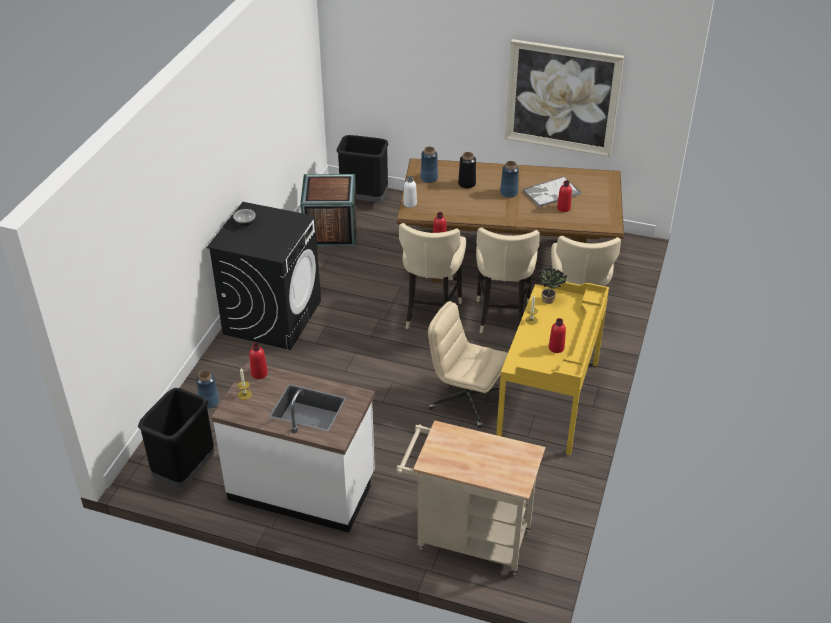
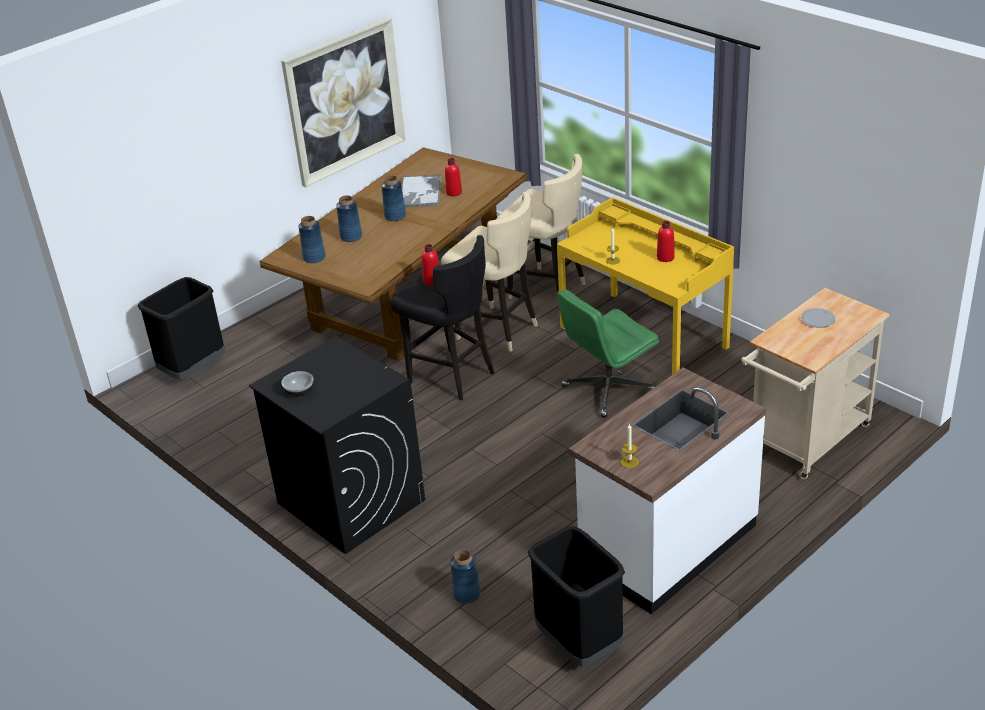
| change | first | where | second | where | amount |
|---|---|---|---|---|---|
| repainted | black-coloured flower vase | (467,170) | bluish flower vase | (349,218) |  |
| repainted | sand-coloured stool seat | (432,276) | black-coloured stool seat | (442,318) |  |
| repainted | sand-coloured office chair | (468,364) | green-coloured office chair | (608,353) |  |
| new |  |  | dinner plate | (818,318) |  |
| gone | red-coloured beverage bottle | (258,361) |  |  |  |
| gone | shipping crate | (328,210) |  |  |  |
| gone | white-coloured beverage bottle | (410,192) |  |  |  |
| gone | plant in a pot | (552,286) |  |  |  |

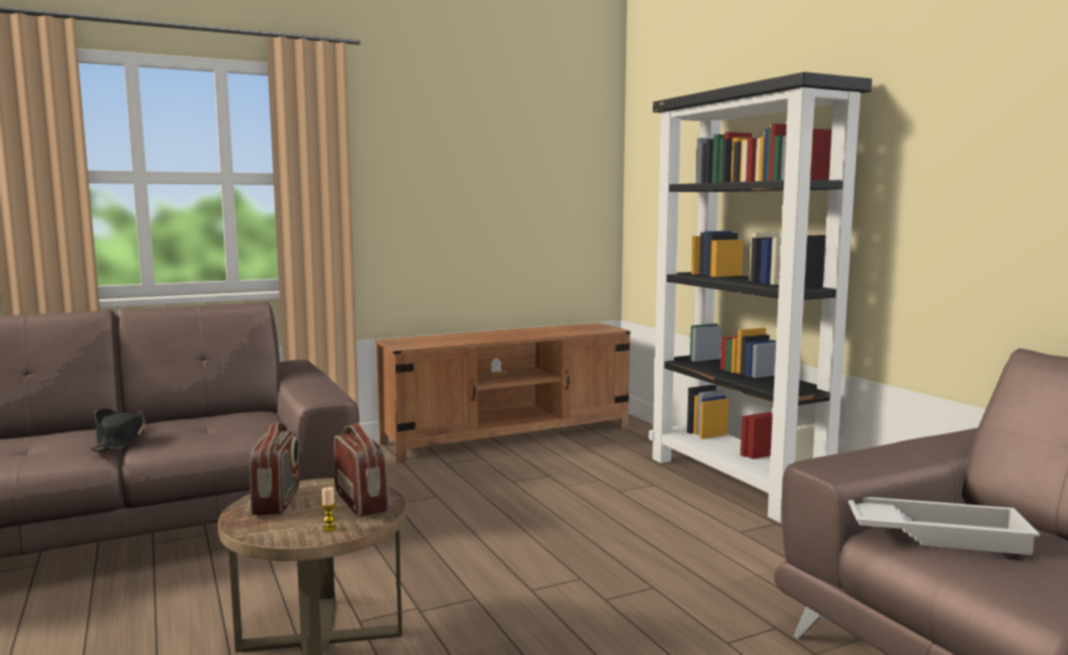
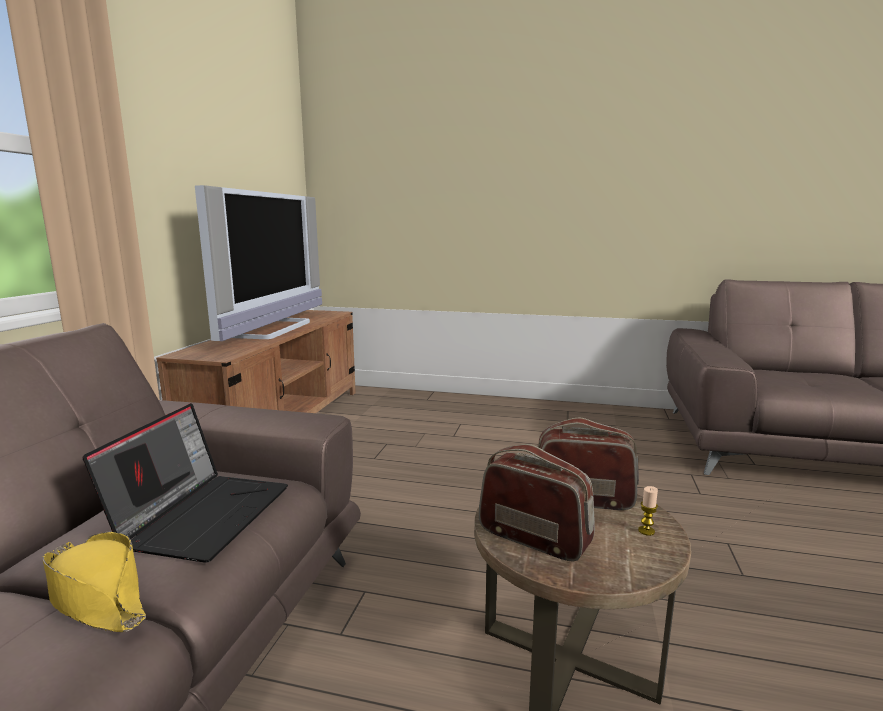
| change | first | where | second | where | amount |
|---|---|---|---|---|---|
| repainted | black-coloured clothing hat | (118,430) | yellow clothing hat | (94,582) |  |
| new |  |  | portable computer | (185,483) |  |
| new |  |  | television | (258,263) |  |
| gone | black-coloured bookcase | (760,297) |  |  |  |
| gone | white-coloured serving tray | (944,526) |  |  |  |

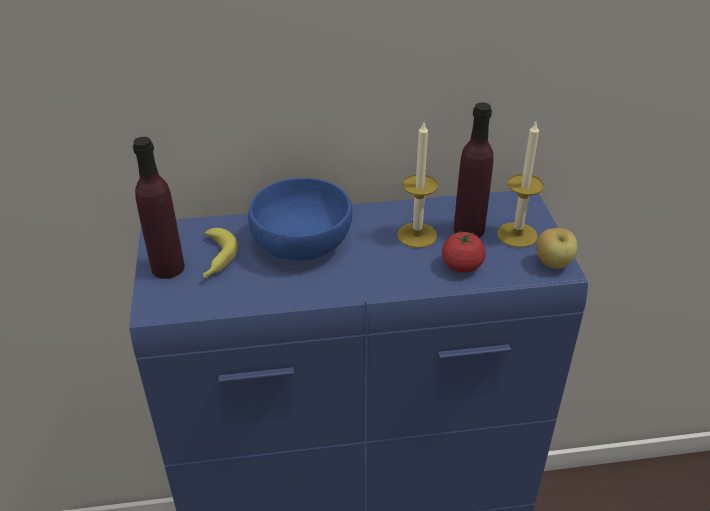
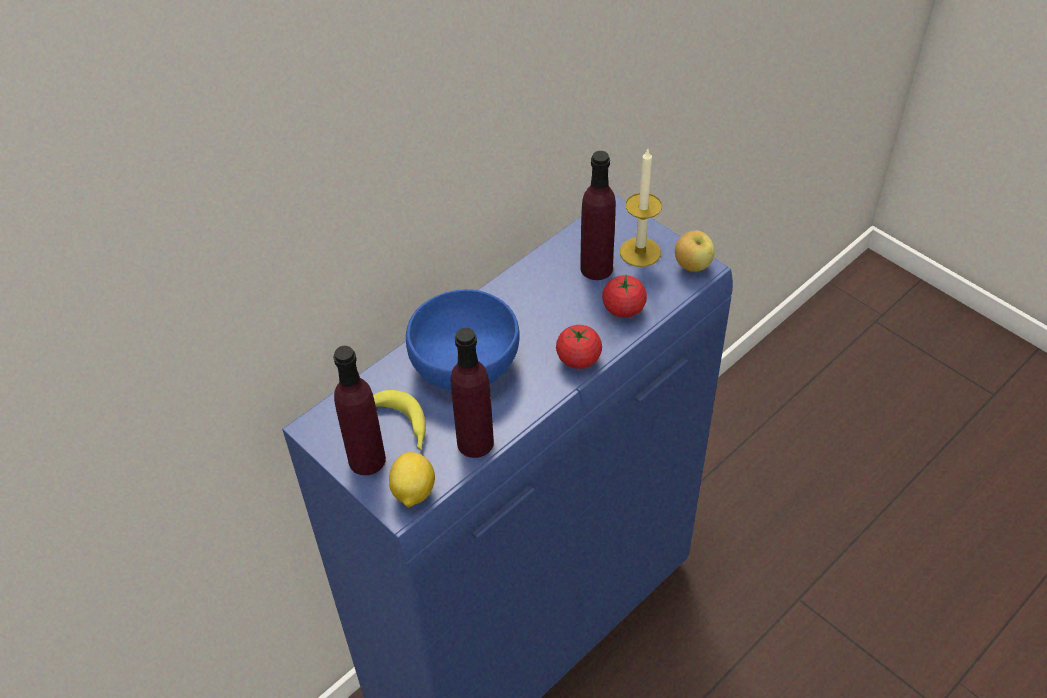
| change | first | where | second | where | amount |
|---|---|---|---|---|---|
| new |  |  | lemon | (412,479) |  |
| new |  |  | purple beverage bottle | (472,393) |  |
| new |  |  | fresh tomato | (579,347) |  |
| gone | candle | (417,185) |  |  |  |

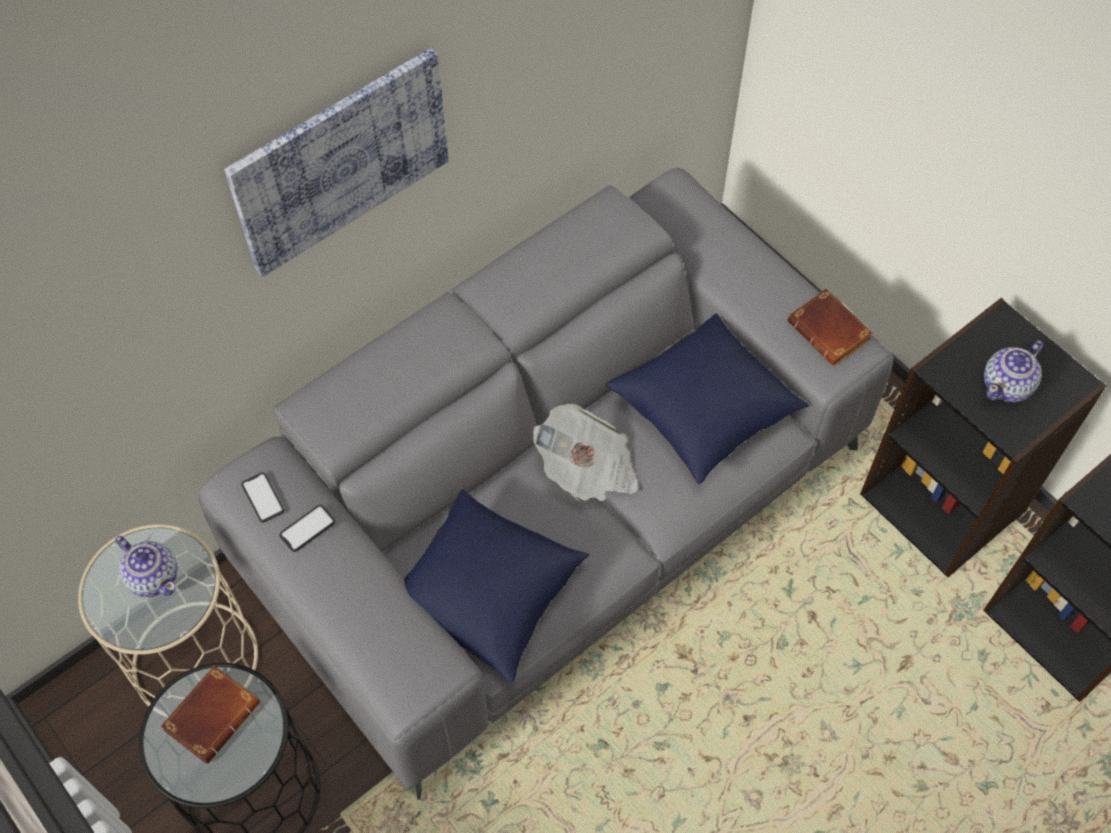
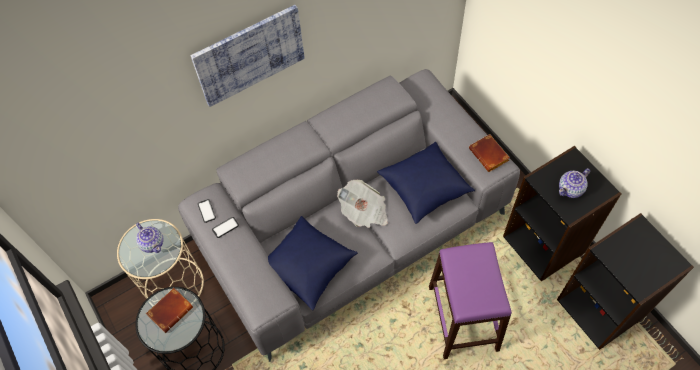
| change | first | where | second | where | amount |
|---|---|---|---|---|---|
| new |  |  | purple stool seat | (470,300) |  |

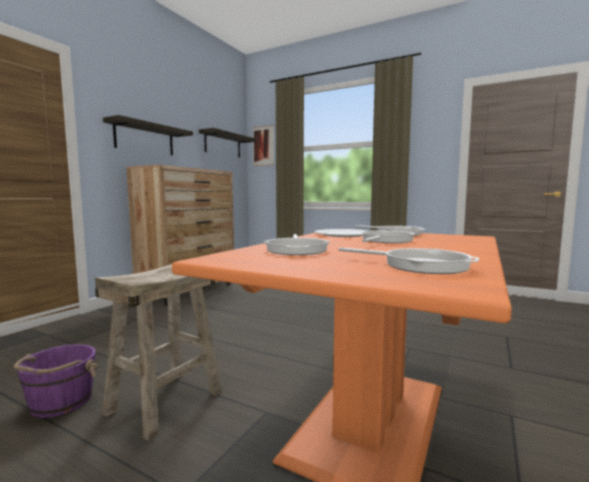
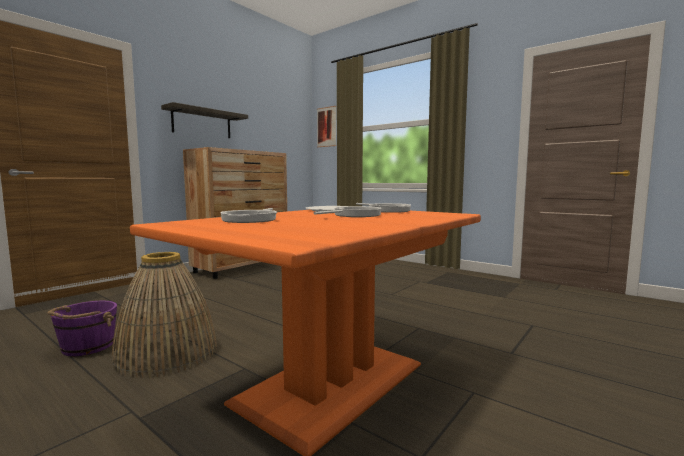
| change | first | where | second | where | amount |
|---|---|---|---|---|---|
| swapped | sand-coloured stool seat | (158,352) | household basket | (164,315) |  |
| gone | wall shelf | (228,143) |  |  |  |
| gone | skillet | (408,260) |  |  |  |

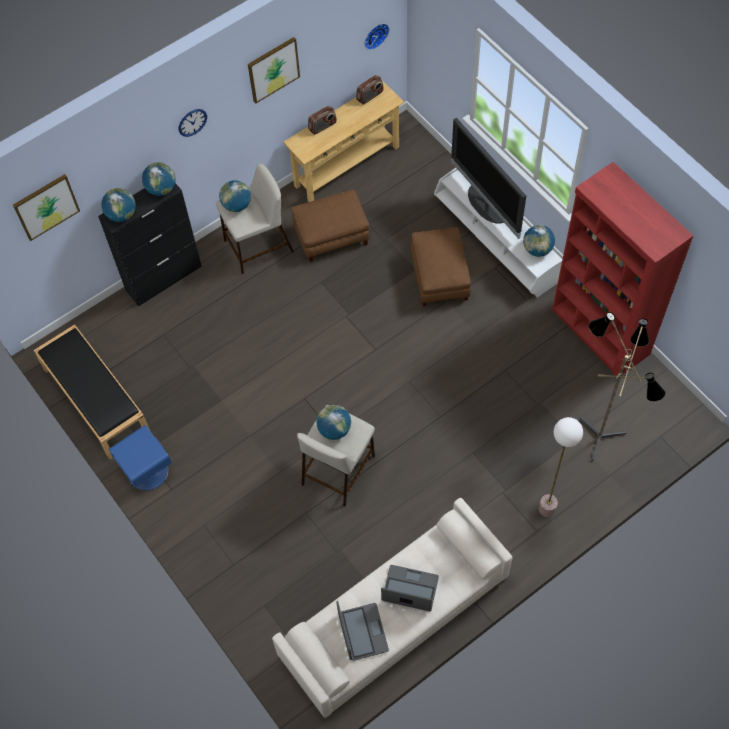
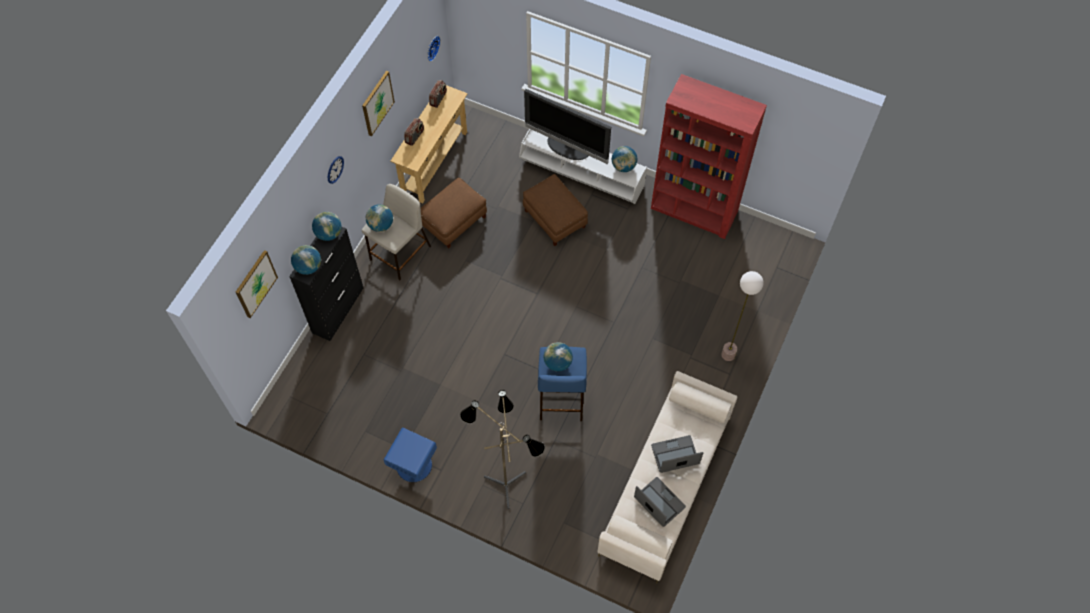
| change | first | where | second | where | amount |
|---|---|---|---|---|---|
| shifted | standing lamp | (623,386) |  | (502,449) |  |
| repainted | sand-coloured stool seat | (336,456) | bluish stool seat | (562,384) |  |
| gone | black-coloured long seat | (92,392) |  |  |  |

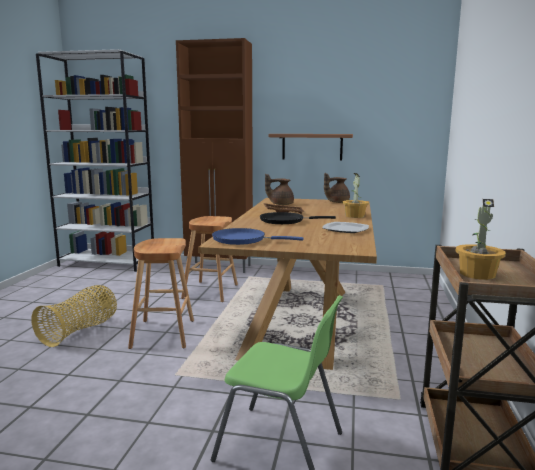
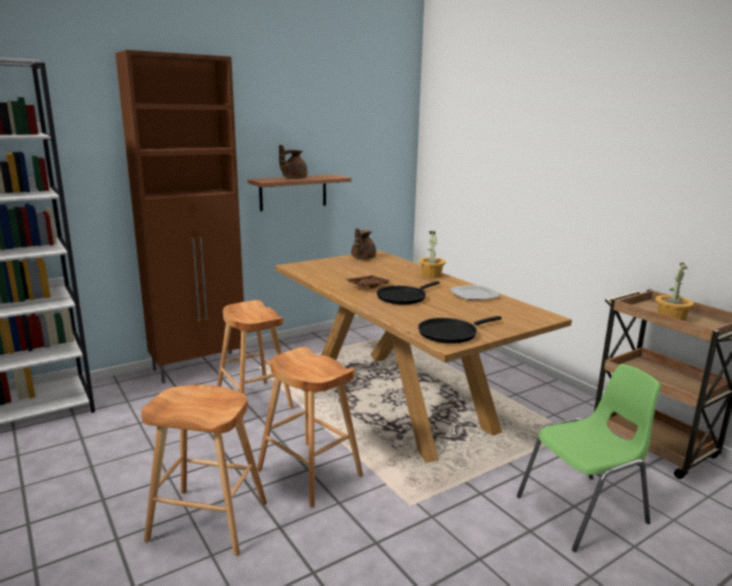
| change | first | where | second | where | amount |
|---|---|---|---|---|---|
| swapped | household basket | (74,316) | brownish stool seat | (204,470) |  |
| shifted | brownish pot for tea | (279,189) |  | (293,161) |  |
| repainted | bluish skillet | (258,236) | black-coloured skillet | (460,330) |  |

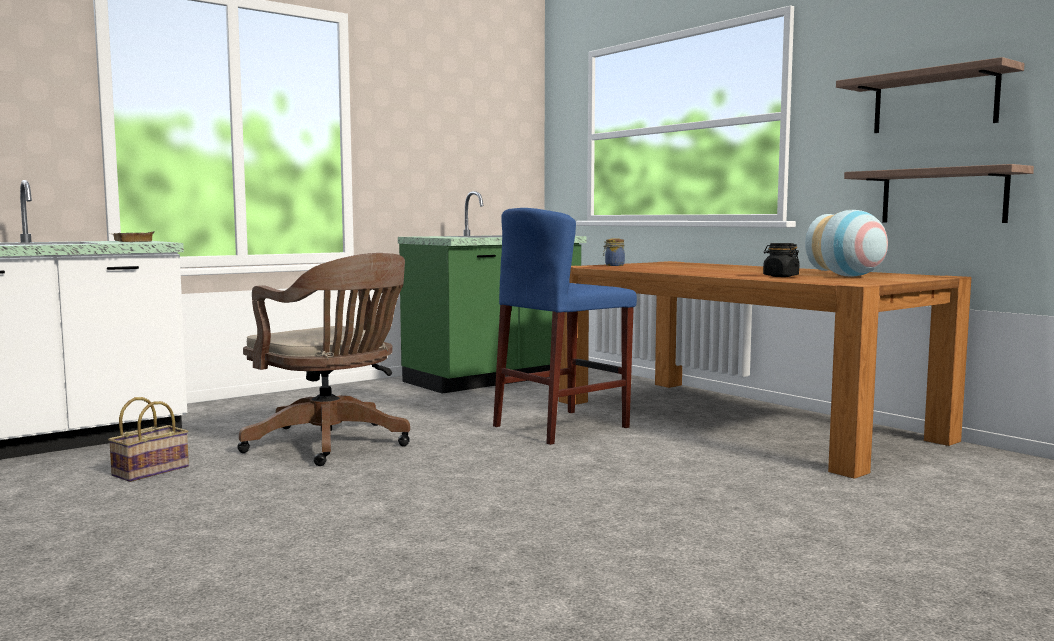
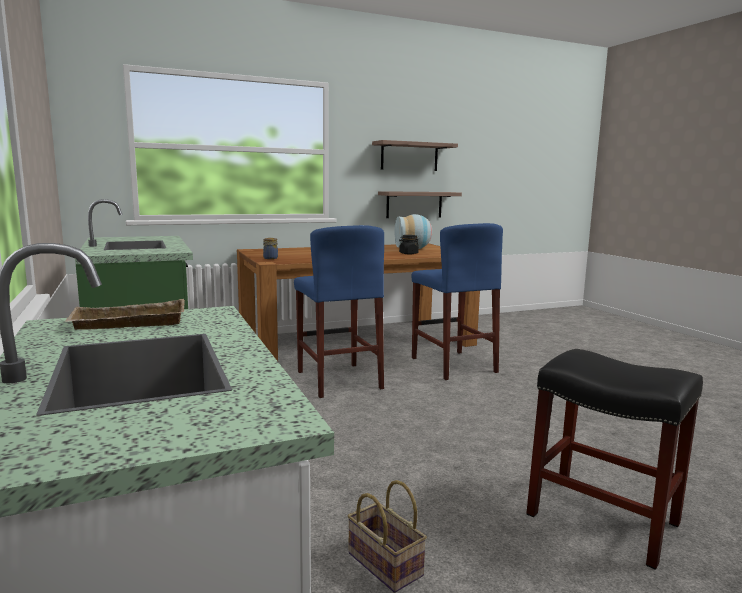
| change | first | where | second | where | amount |
|---|---|---|---|---|---|
| new |  |  | bluish stool seat | (457,301) |  |
| new |  |  | black-coloured stool seat | (614,459) |  |
| gone | brownish office chair | (323,359) |  |  |  |

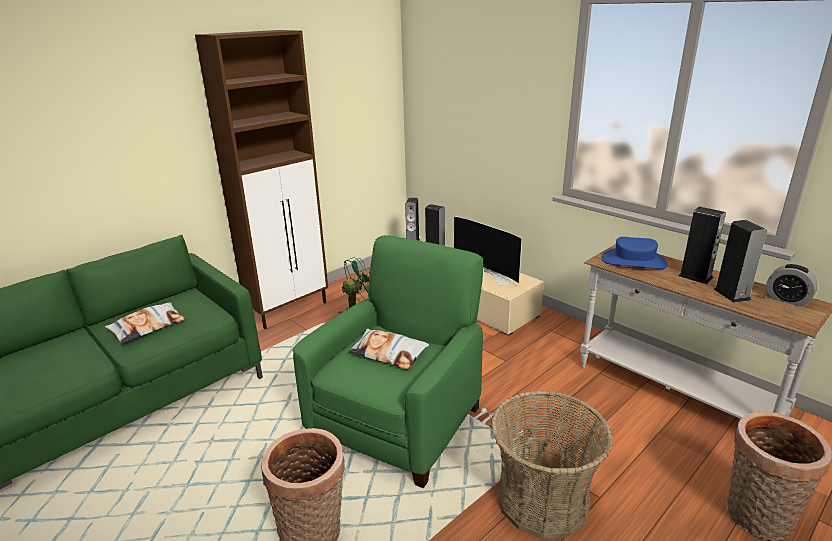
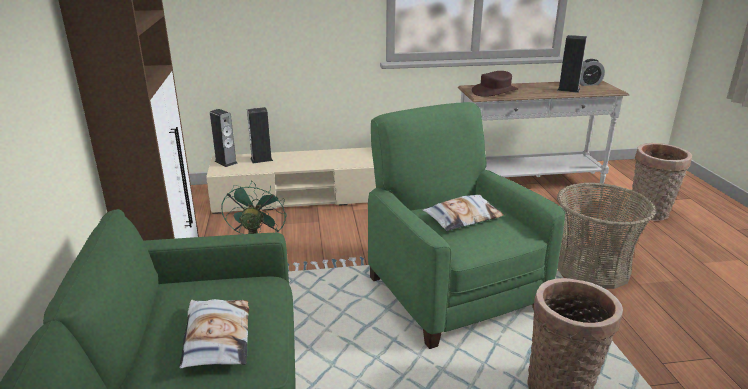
| change | first | where | second | where | amount |
|---|---|---|---|---|---|
| repainted | bluish clothing hat | (634,253) | brownish clothing hat | (495,84) |  |
| gone | television | (488,250) |  |  |  |
| gone | speaker | (702,245) |  |  |  |

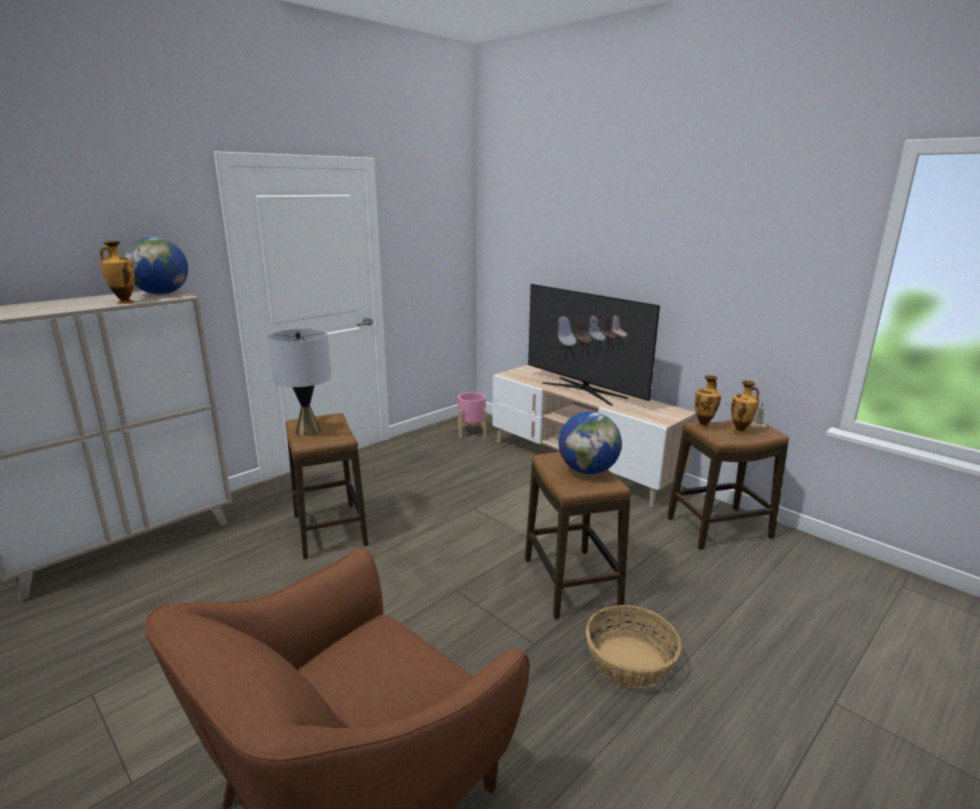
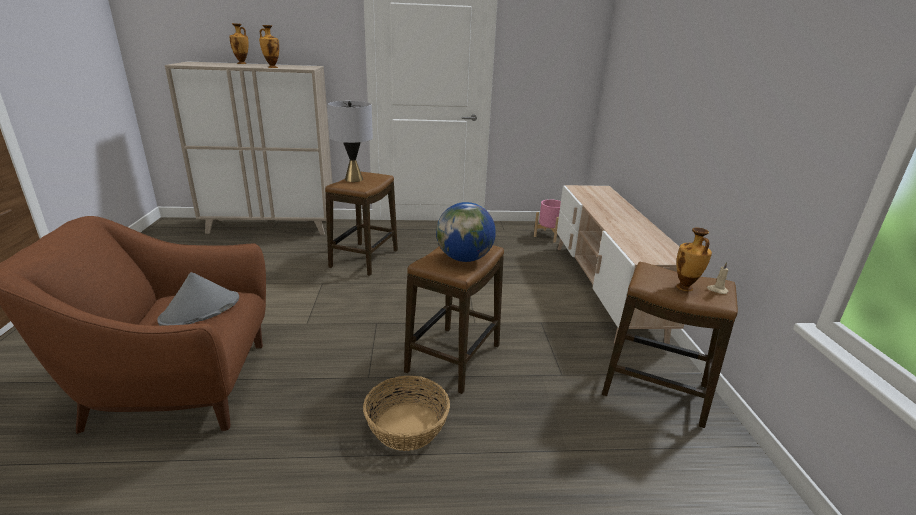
| change | first | where | second | where | amount |
|---|---|---|---|---|---|
| new |  |  | grey clothing hat | (198,299) |  |
| shifted | flower vase | (708,402) |  | (239,43) |  |
| gone | world globe | (156,266) |  |  |  |
| gone | television | (594,344) |  |  |  |

